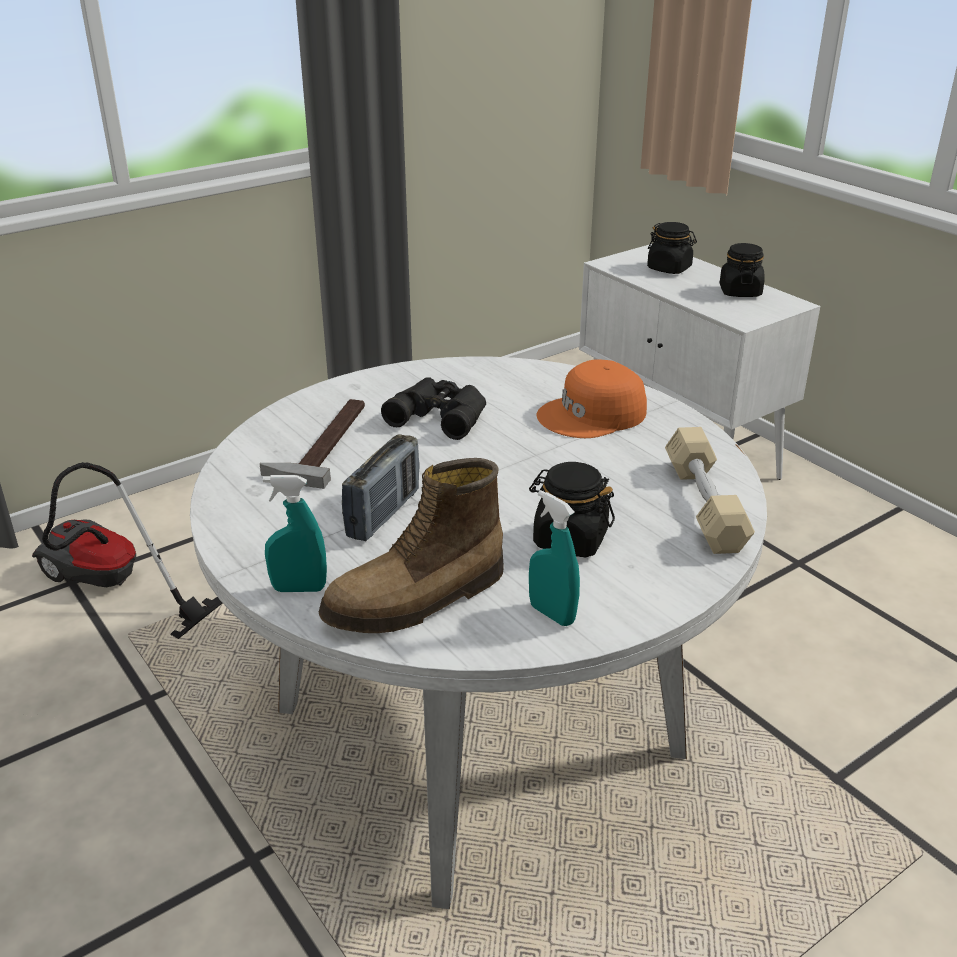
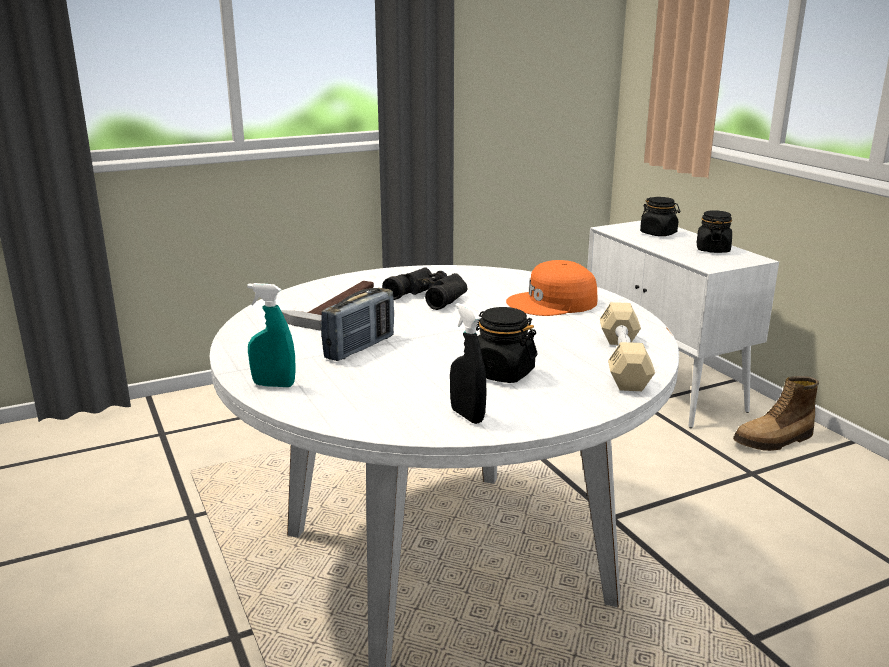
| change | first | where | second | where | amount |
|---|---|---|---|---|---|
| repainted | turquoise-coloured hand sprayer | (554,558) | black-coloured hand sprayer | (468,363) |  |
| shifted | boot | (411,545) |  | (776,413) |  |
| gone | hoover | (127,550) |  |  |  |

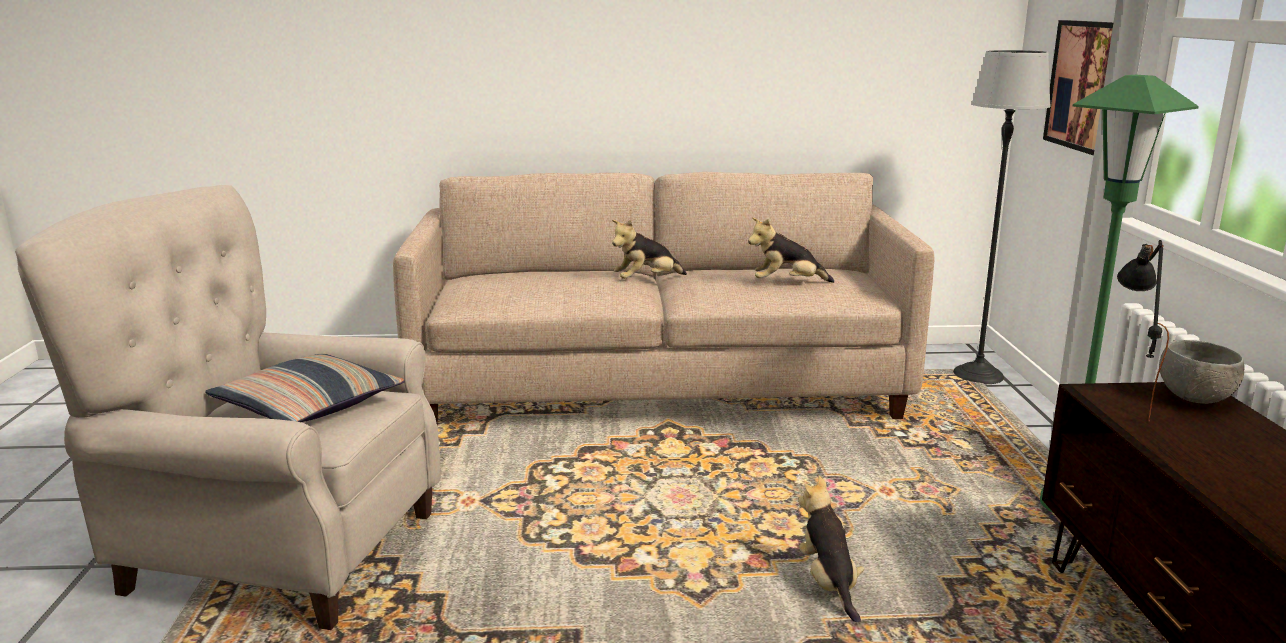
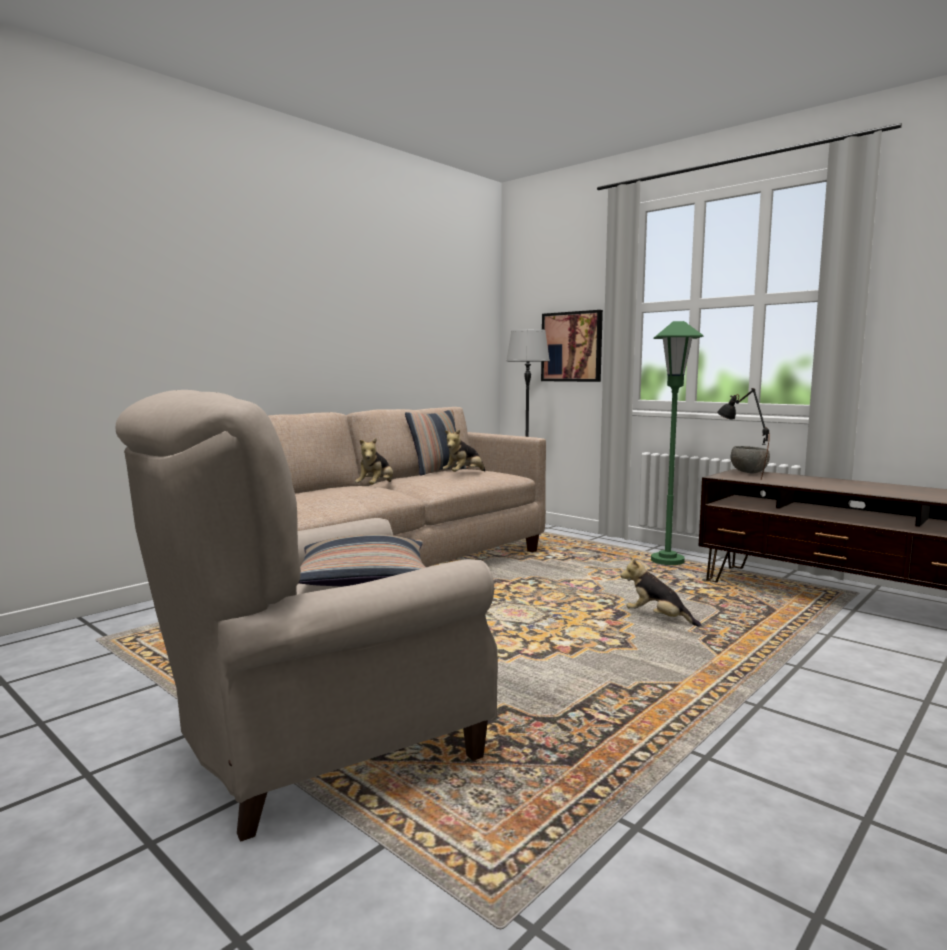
| change | first | where | second | where | amount |
|---|---|---|---|---|---|
| new |  |  | throw pillow | (436,443) |  |

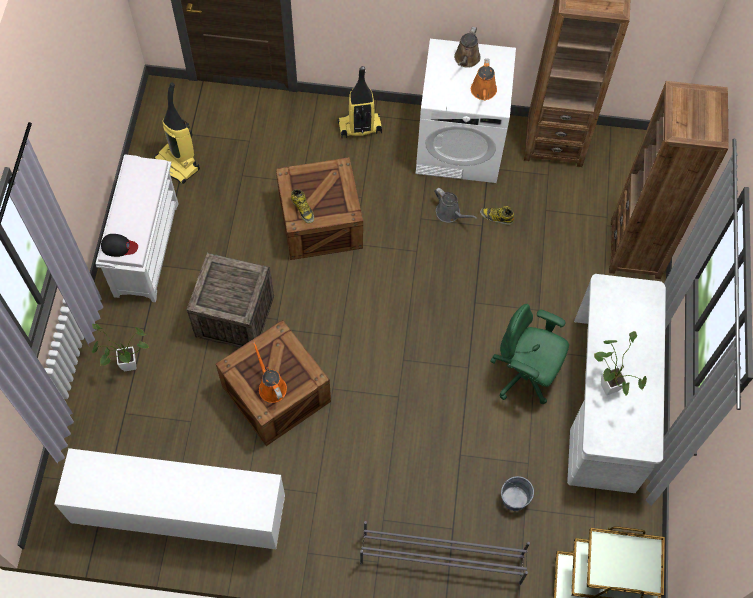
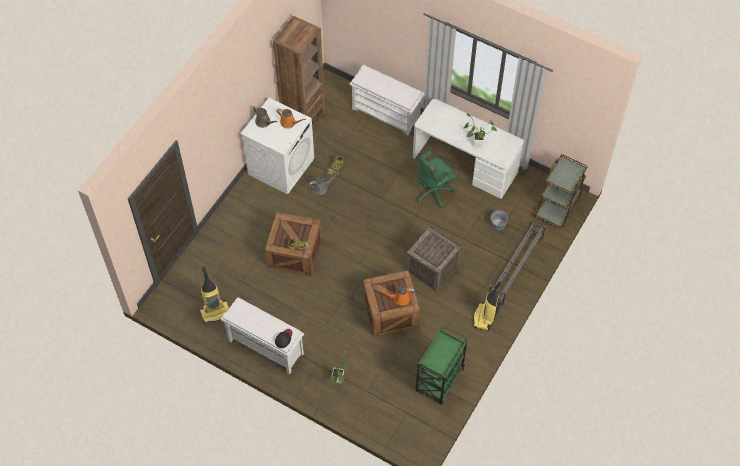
| change | first | where | second | where | amount |
|---|---|---|---|---|---|
| swapped | brownish bookcase | (669,180) | white-coloured long seat | (386,100) |  |
| shifted | shipping crate | (230,300) |  | (433,259) |  |
| swapped | white-coloured cupboard | (169,498) | green-coloured trolley | (441,365) |  |
| shifted | hoover | (360,102) |  | (488,306) |  |

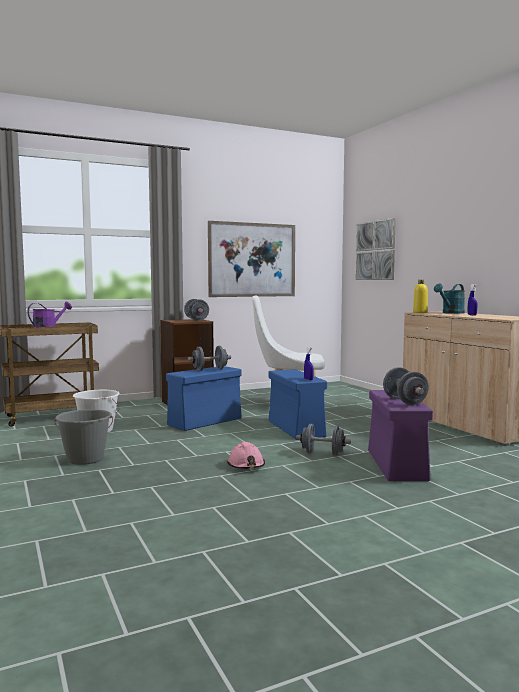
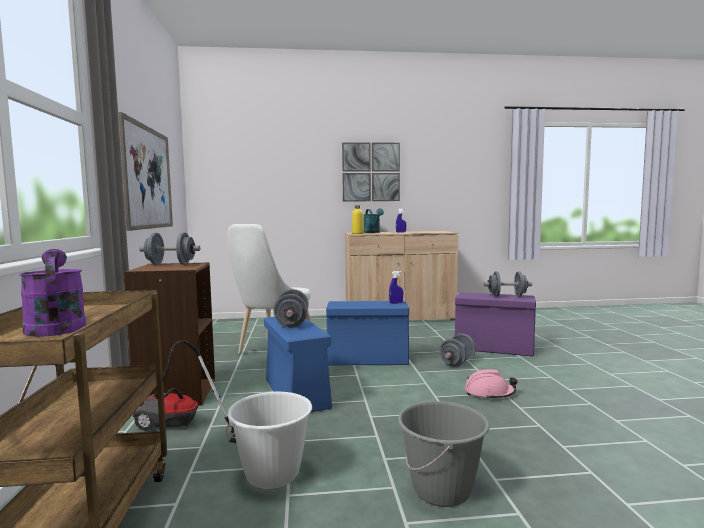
| change | first | where | second | where | amount |
|---|---|---|---|---|---|
| new |  |  | hoover | (184,391) |  |
| shifted | picture | (376,249) |  | (371,172) |  |

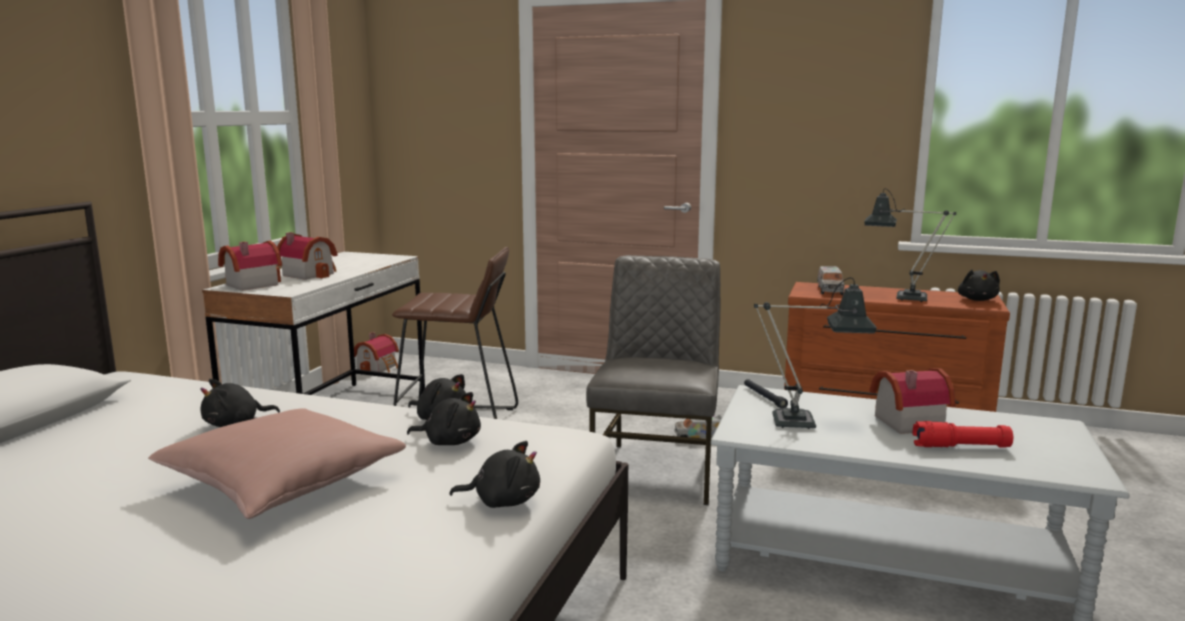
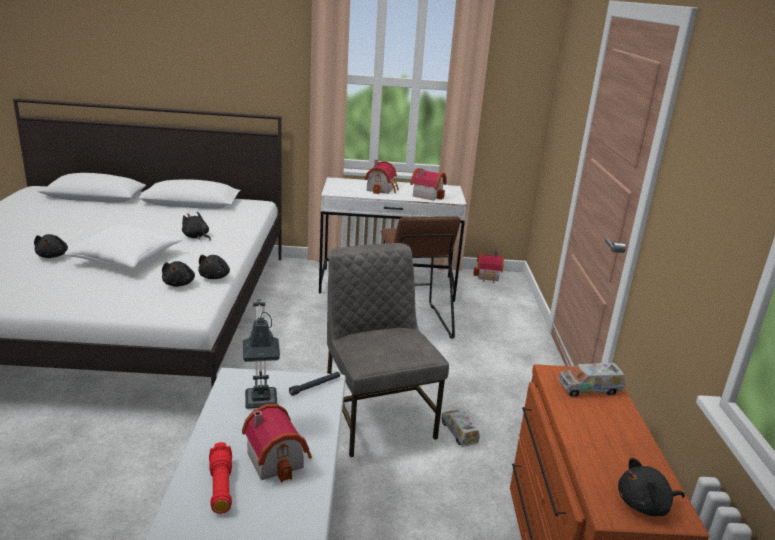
| change | first | where | second | where | amount |
|---|---|---|---|---|---|
| shifted | black-coloured soft toy | (494,474) |  | (51,246) |  |
| repainted | pinkish throw pillow | (277,463) | white-coloured throw pillow | (123,246) |  |
| rotated | grey upright chair | (653,380) |  | (388,350) | 105 degrees counterclockwise |
| shifted | model house | (250,266) |  | (428,184) |  |
| gone | tabletop lamp | (910,245) |  |  |  |

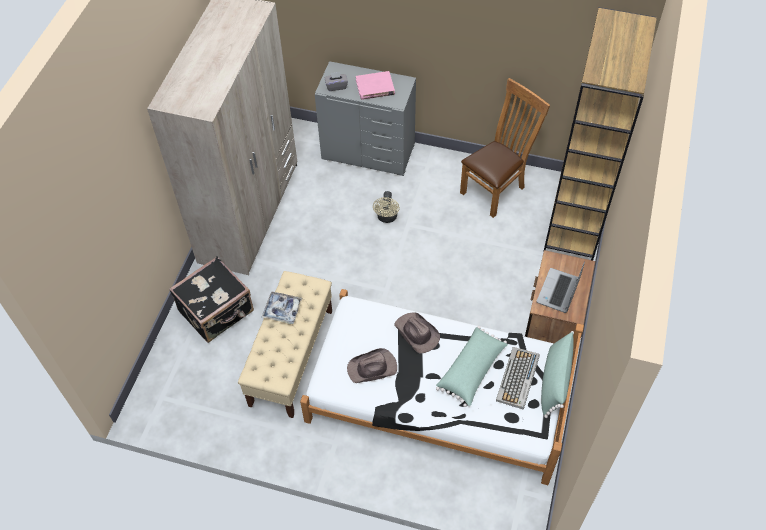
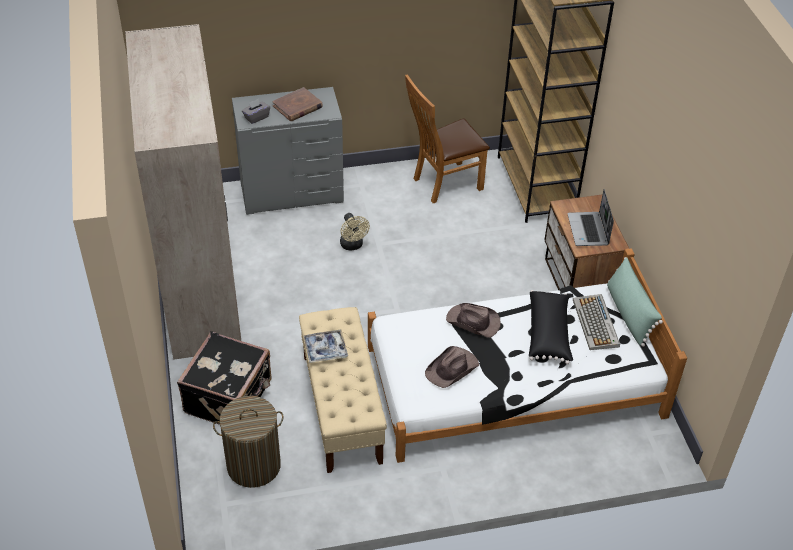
| change | first | where | second | where | amount |
|---|---|---|---|---|---|
| new |  |  | hamper | (248,442) |  |
| repainted | pinkish book | (375,85) | brownish book | (297,104) |  |
| rotated | brownish upright chair | (505,148) |  | (447,138) | 135 degrees counterclockwise |
| repainted | green-coloured throw pillow | (472,366) | black-coloured throw pillow | (551,327) |  |

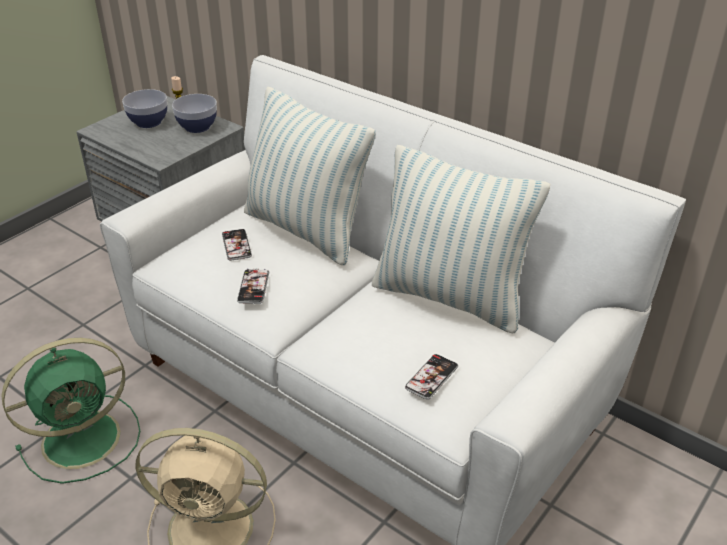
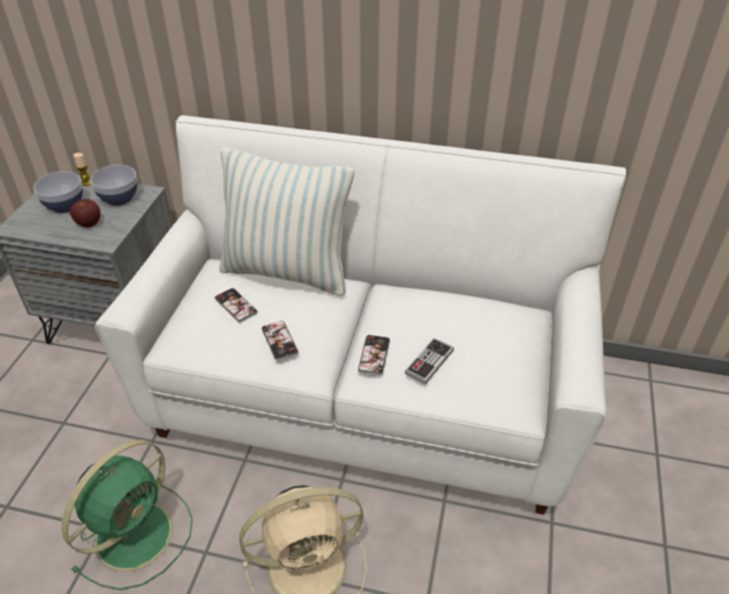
| change | first | where | second | where | amount |
|---|---|---|---|---|---|
| new |  |  | apple fruit | (85,213) |  |
| shifted | handset | (431,377) |  | (374,355) |  |
| new |  |  | gamepad | (429,361) |  |
| gone | throw pillow | (461,239) |  |  |  |

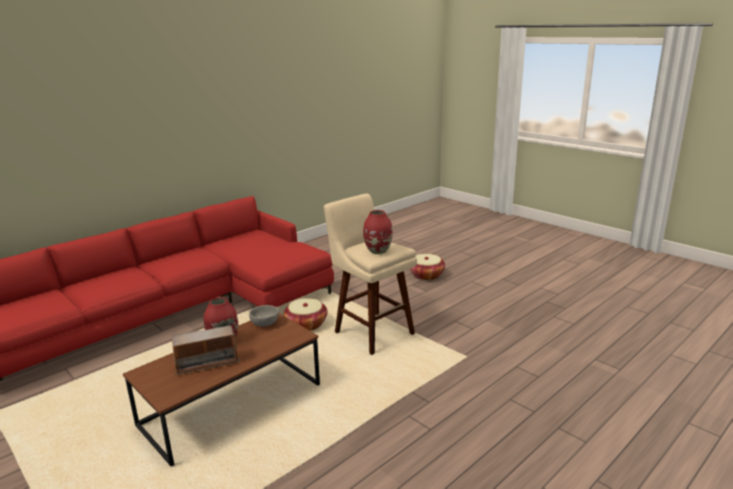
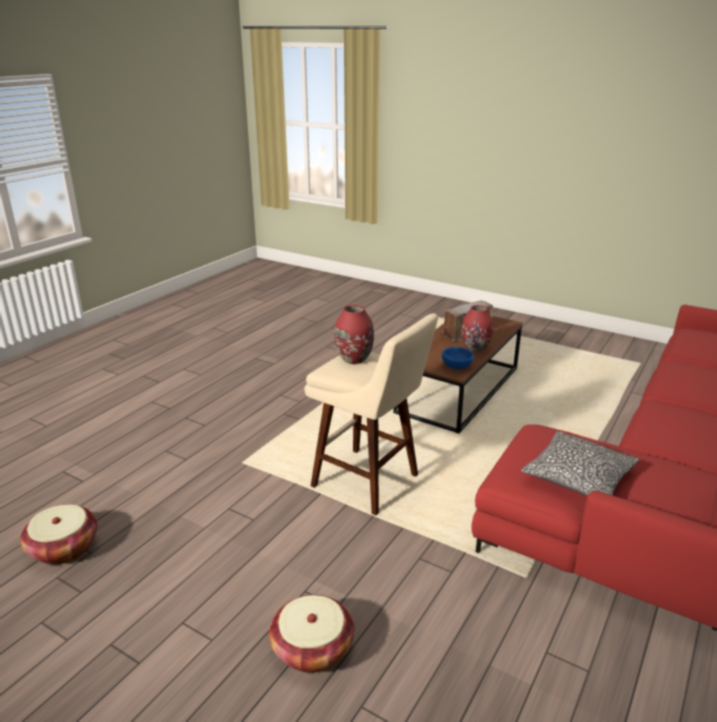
| change | first | where | second | where | amount |
|---|---|---|---|---|---|
| shifted | household basket | (305,314) |  | (58,534) |  |
| repainted | grey serving bowl | (264,316) | bluish serving bowl | (458,358) |  |
| new |  |  | throw pillow | (580,463) |  |

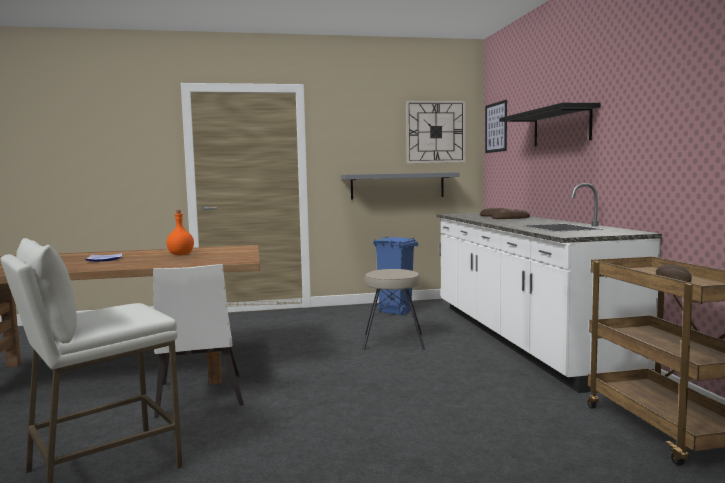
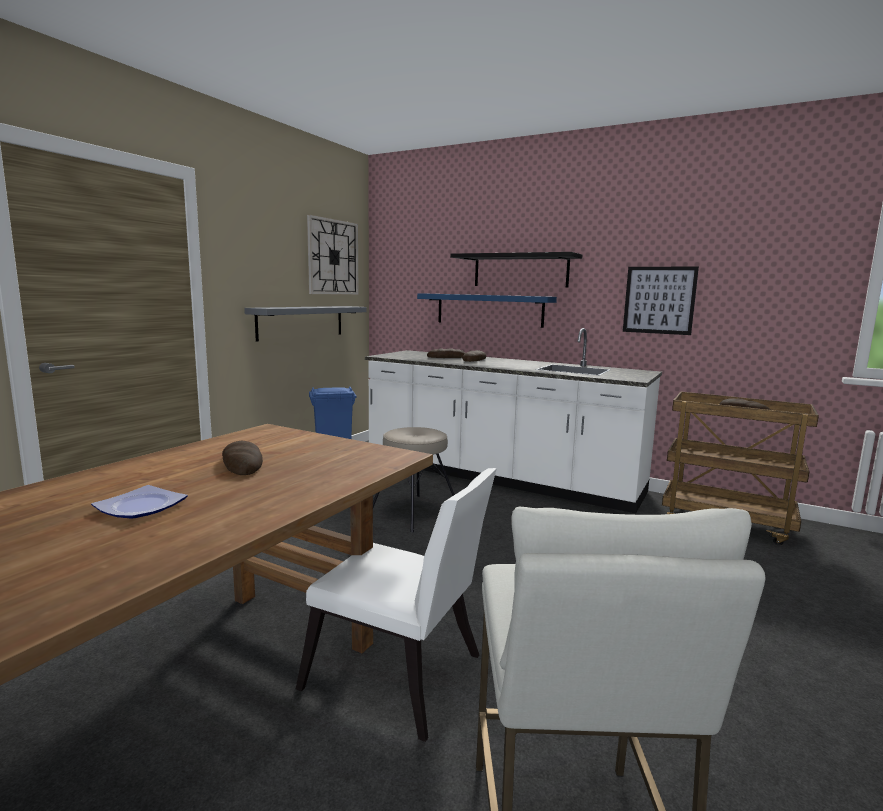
| change | first | where | second | where | amount |
|---|---|---|---|---|---|
| swapped | orange beverage bottle | (180,232) | bakery bread | (242,458) |  |
| new |  |  | bluish wall shelf | (487,310) |  |
| shifted | picture | (496,126) |  | (661,301) |  |

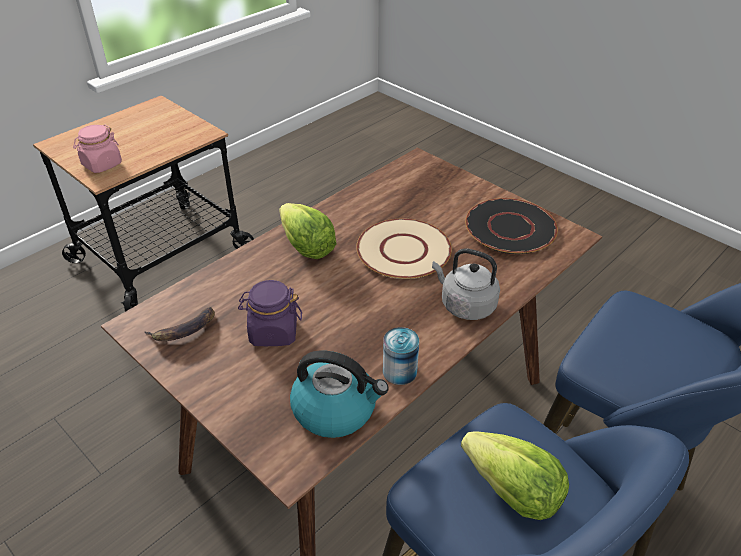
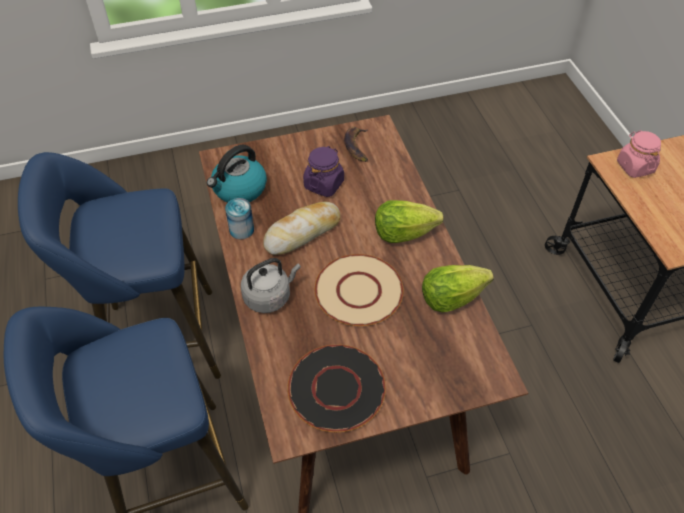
| change | first | where | second | where | amount |
|---|---|---|---|---|---|
| new |  |  | bakery bread | (301,228) |  |
| shifted | lettuce head | (515,475) |  | (458,288) |  |

